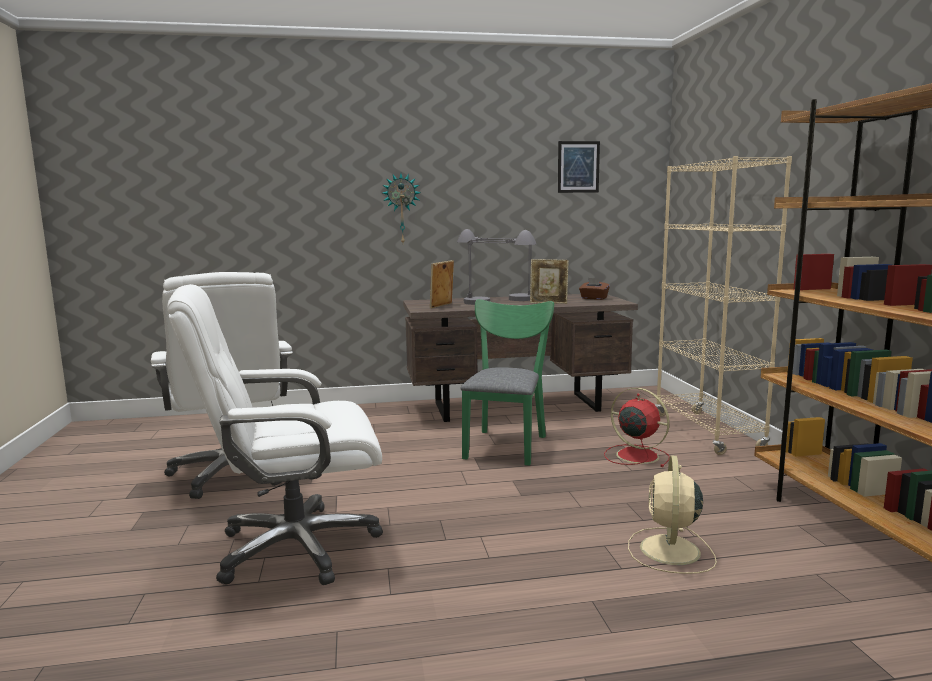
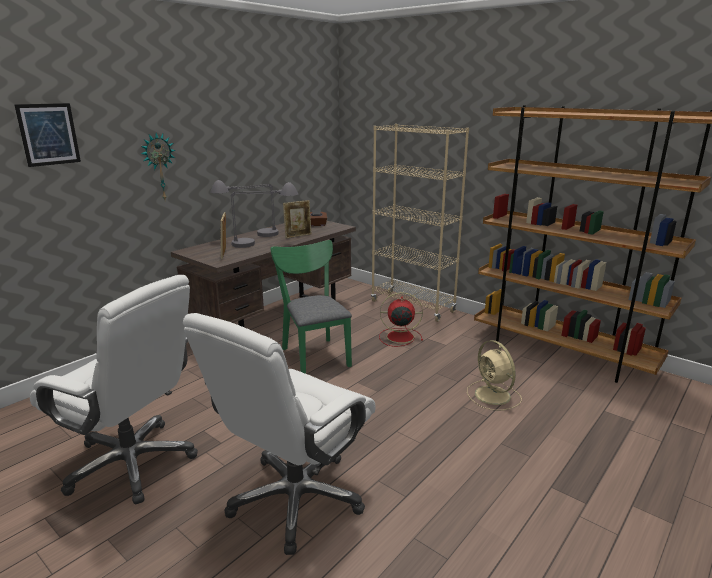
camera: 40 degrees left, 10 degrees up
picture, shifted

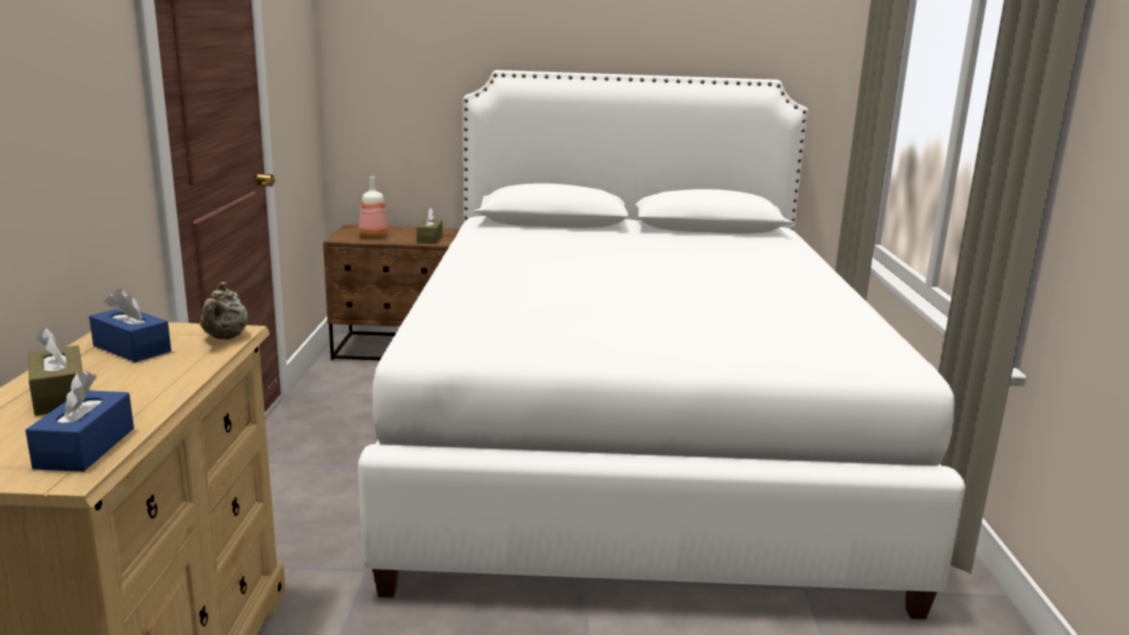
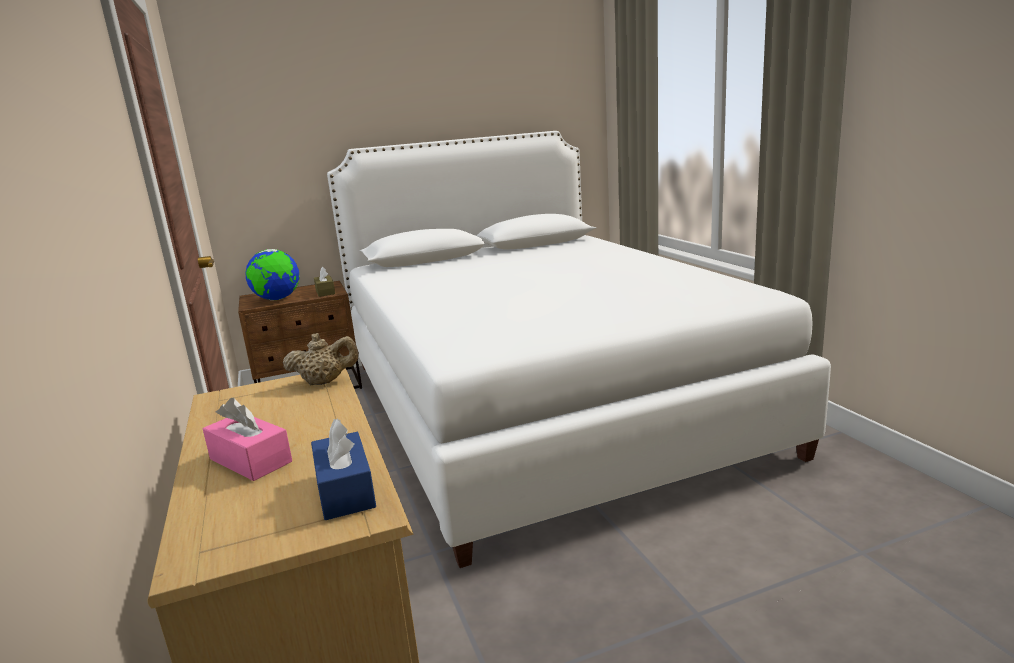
camera: 20 degrees left, 0 degrees up
tissue box (blue) (no. 2 from left) => nothing
bottle => globe
tissue box (brown) (no. 1 from left) => tissue box (pink)
teapot (beige), 75 degrees counterclockwise

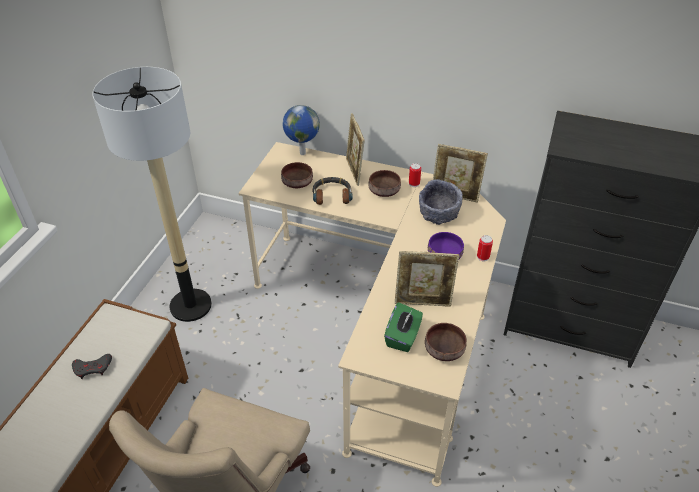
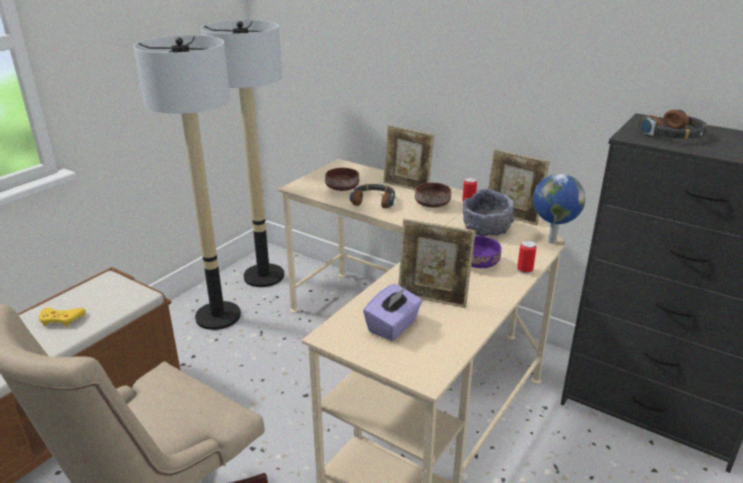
camera: 15 degrees right, 15 degrees down
bowl (brown) (no. 3 from left) => nothing
nothing => floor lamp (no. 2 from left)
nothing => headphones (no. 2 from left)
globe, shifted
game controller (grey) => game controller (yellow)
tissue box (green) => tissue box (purple)
picture frame (no. 1 from left), 60 degrees counterclockwise

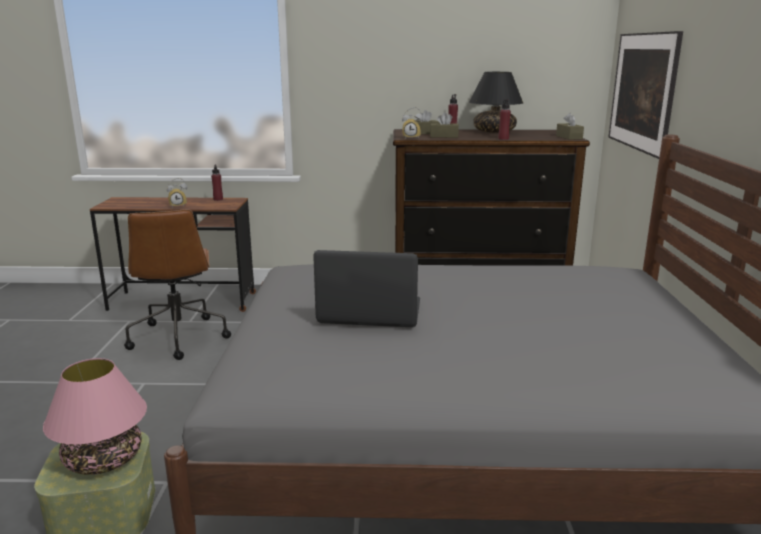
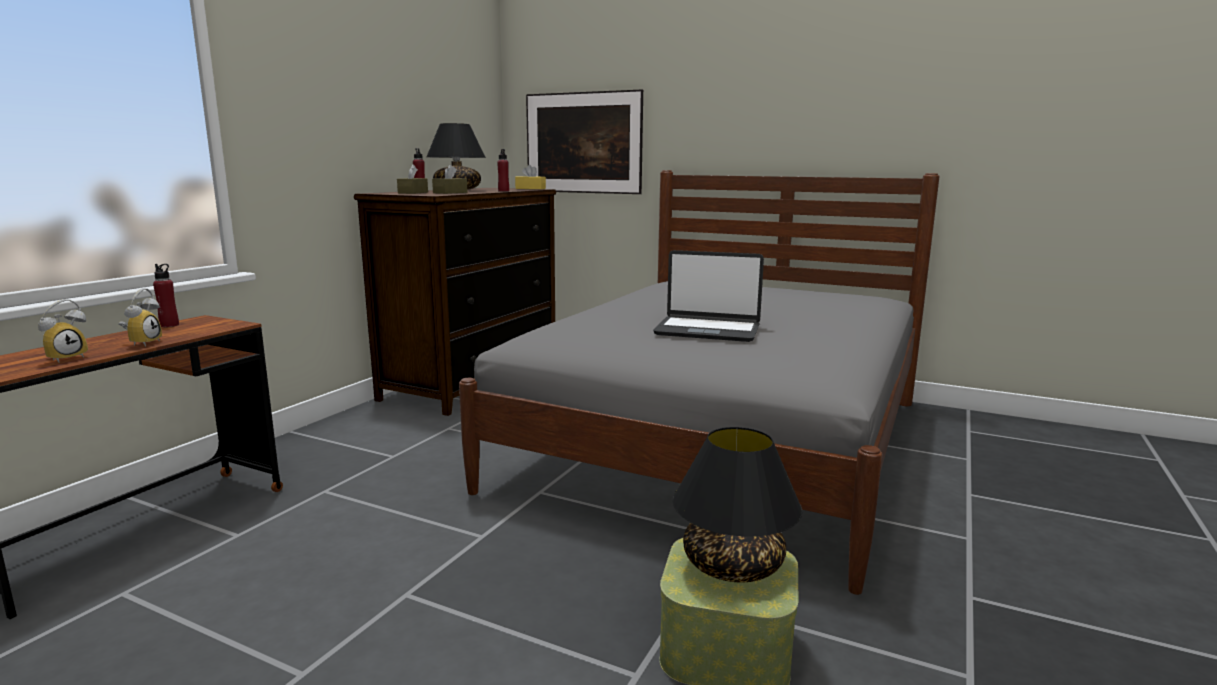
camera: 65 degrees left, 5 degrees down
office chair (brown) => nothing
alarm clock (no. 2 from left in the first image) => alarm clock (no. 1 from left), shifted
table lamp (pink) => table lamp (black) (no. 2 from left)
tissue box (brown) (no. 3 from left) => tissue box (yellow)
laptop, 105 degrees counterclockwise

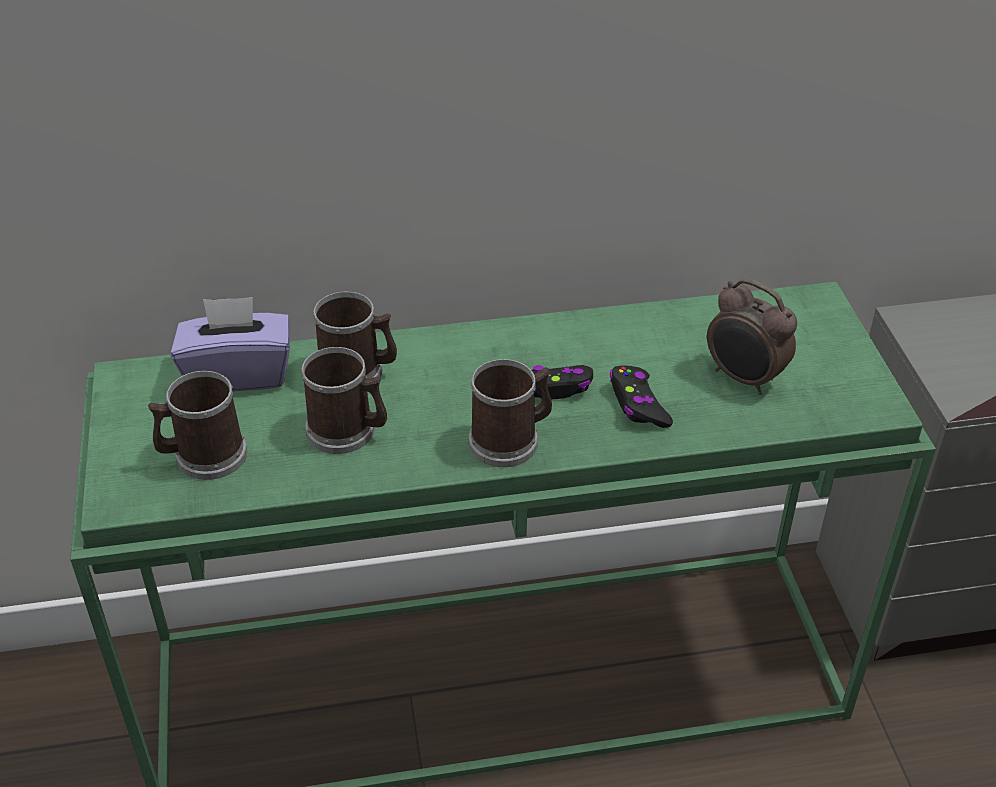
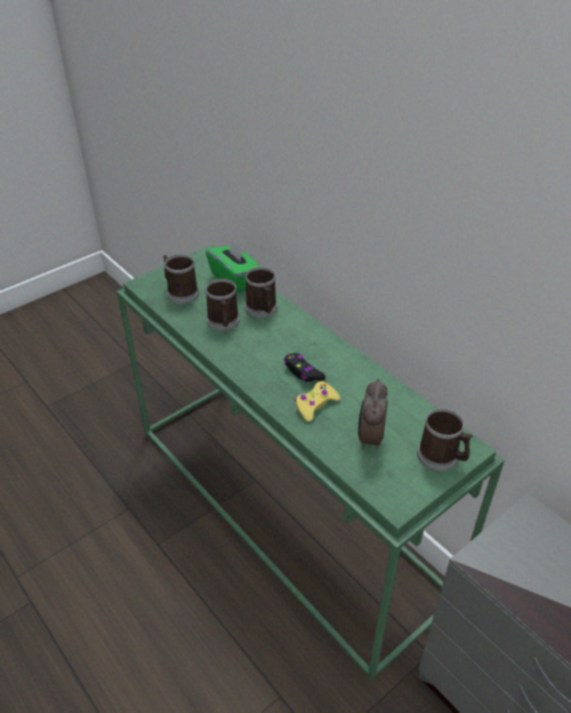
camera: 60 degrees right, 0 degrees up
mug (no. 4 from left), shifted
tissue box (purple) => tissue box (green)
game controller (black) (no. 2 from left) => game controller (yellow)

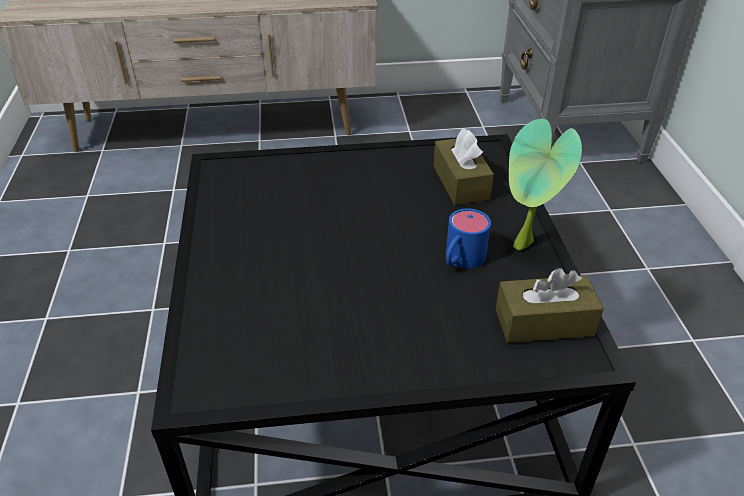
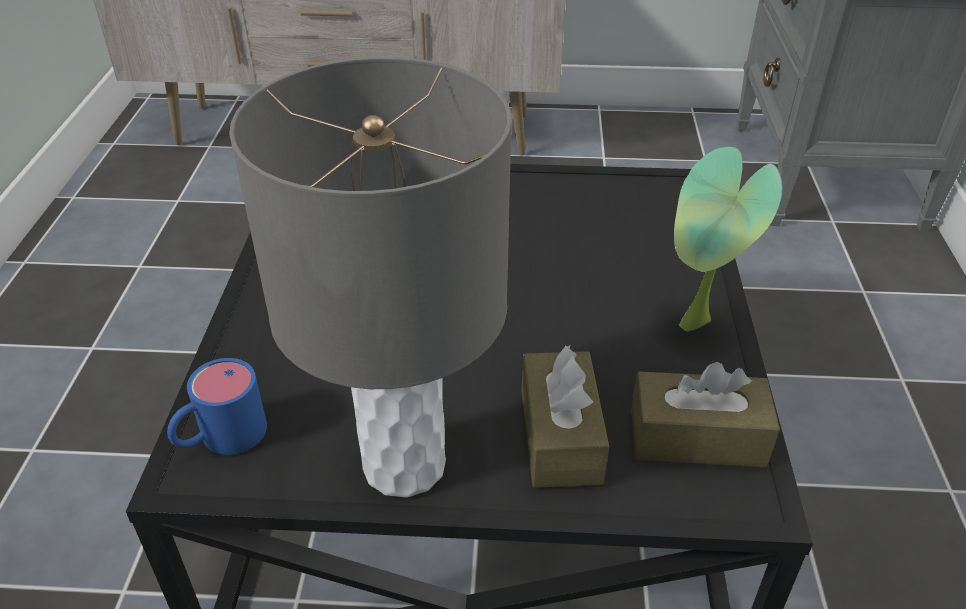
camera: 10 degrees right, 0 degrees up
nothing => table lamp (grey)
tissue box (brown) (no. 1 from left), shifted
mug (blue), shifted

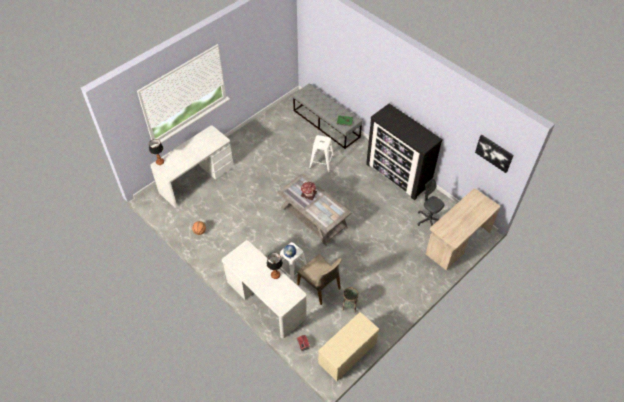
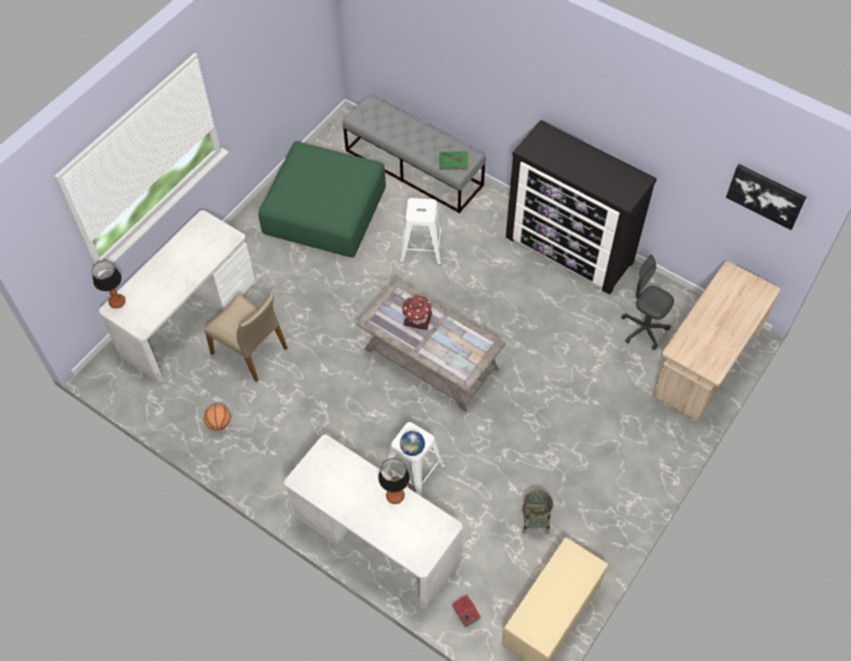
camera: 10 degrees left, 5 degrees up
nothing => ottoman (green)
chair (beige), shifted

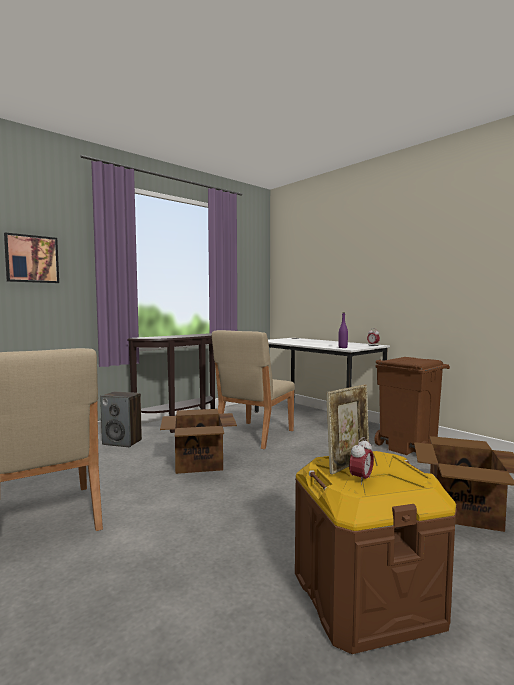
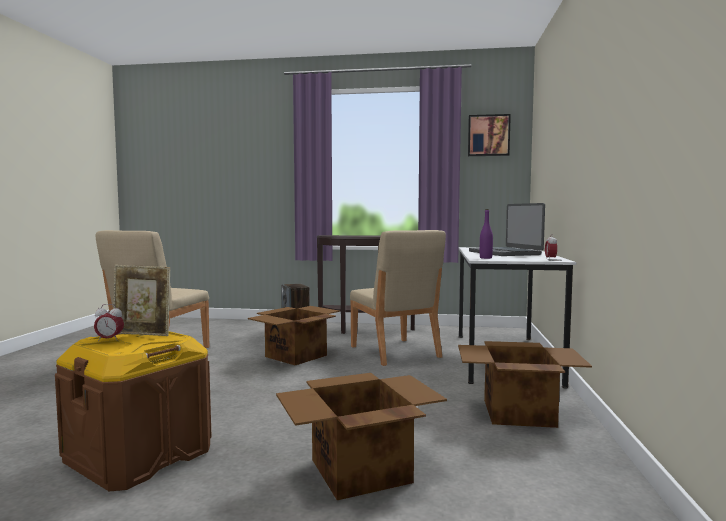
camera: 50 degrees right, 0 degrees up
nothing => laptop
picture, shifted
trash can (brown) => cardboard box (no. 3 from left)
chair (beige) (no. 2 from left), 105 degrees counterclockwise

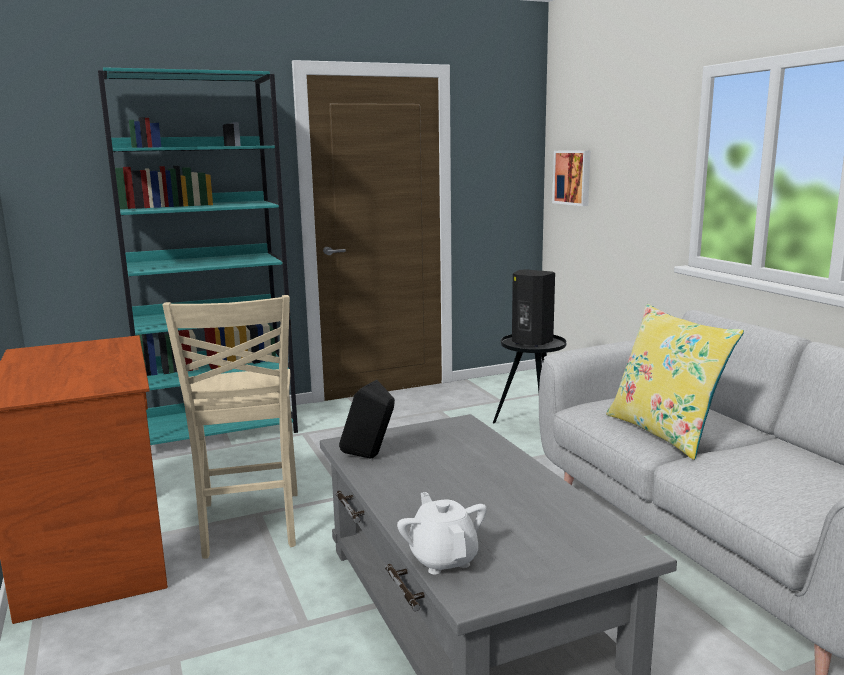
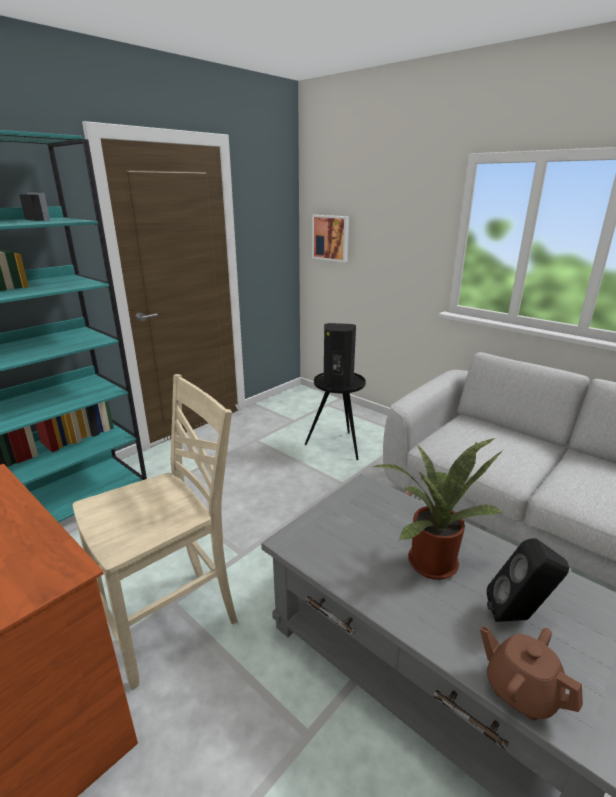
camera: 25 degrees left, 10 degrees up
pillow (yellow) => nothing
nothing => potted plant
speaker (black) (no. 1 from left in the first image) => speaker (black) (no. 2 from left), shifted
teapot (white) => teapot (brown)
chair (beige), 90 degrees counterclockwise

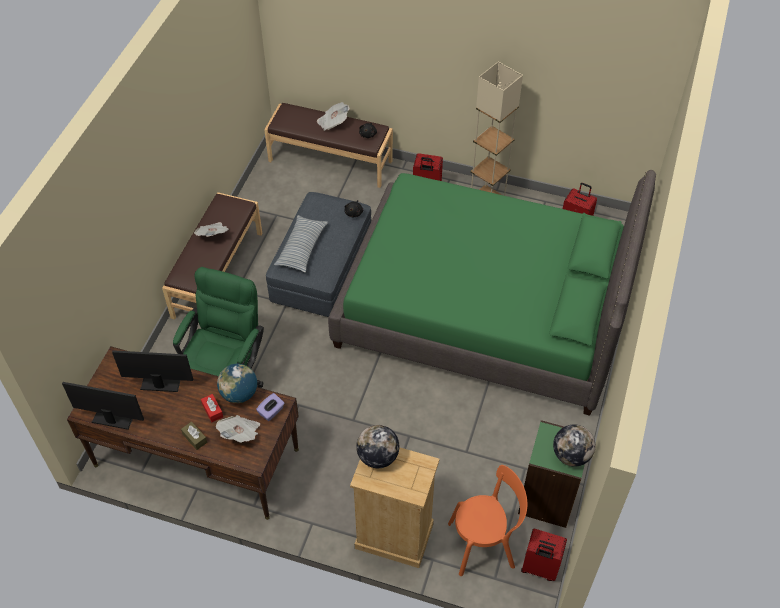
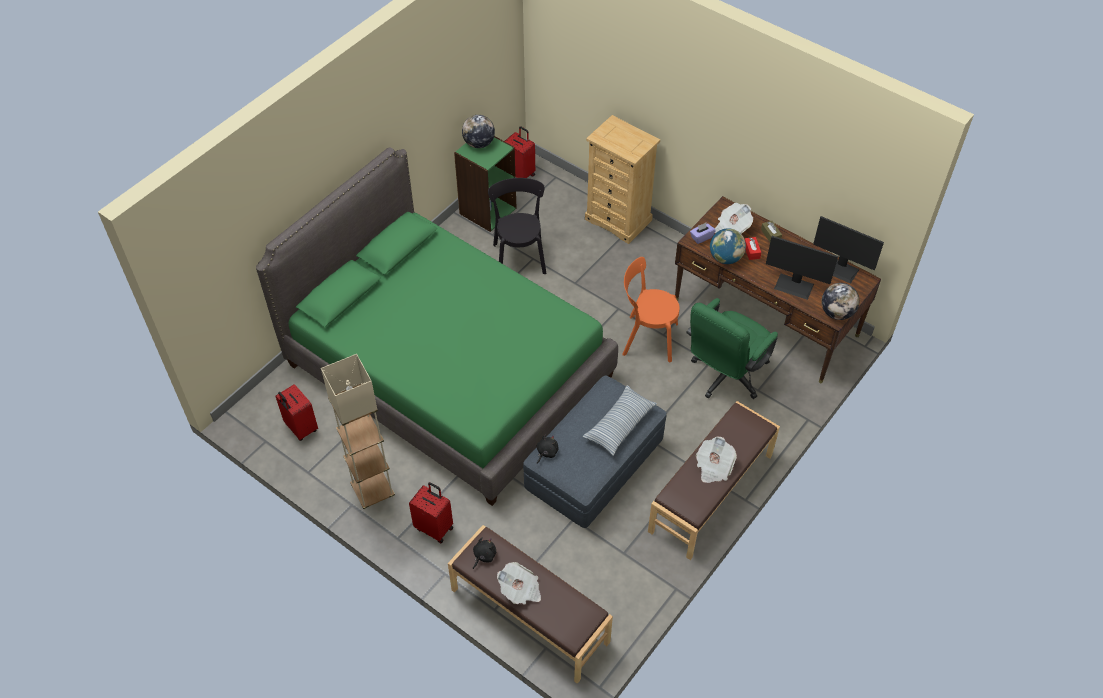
camera: 160 degrees left, 0 degrees up
nothing => chair (black)
globe (no. 2 from left in the first image) => globe (no. 3 from left), shifted
chair (orange), shifted

